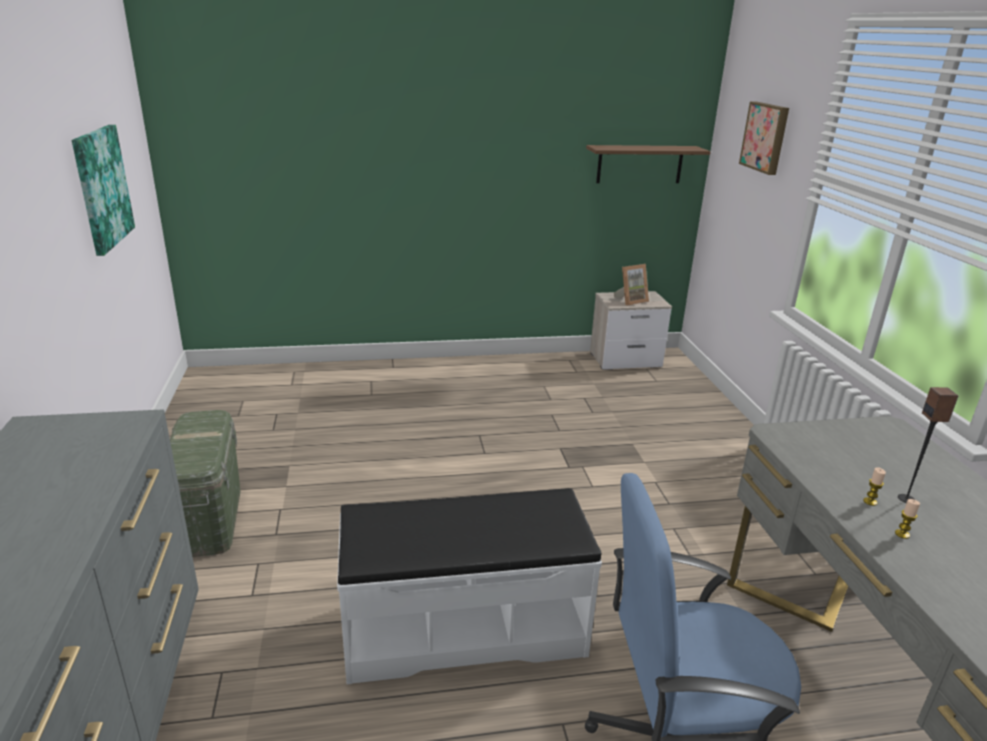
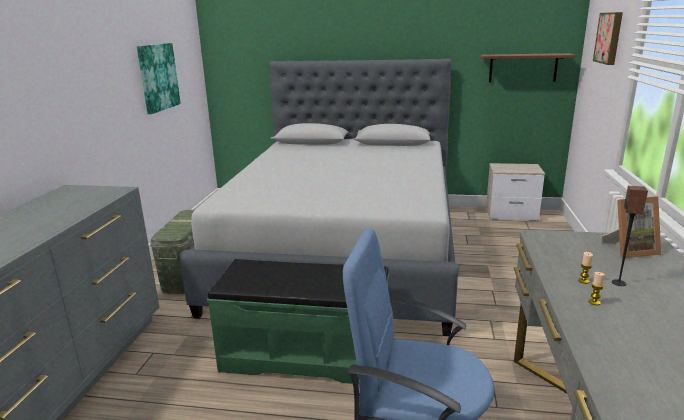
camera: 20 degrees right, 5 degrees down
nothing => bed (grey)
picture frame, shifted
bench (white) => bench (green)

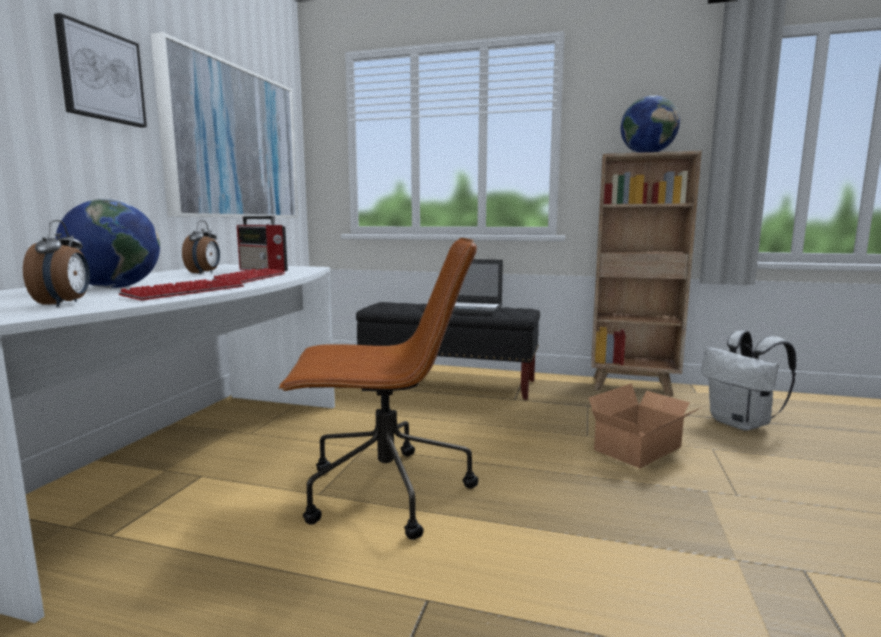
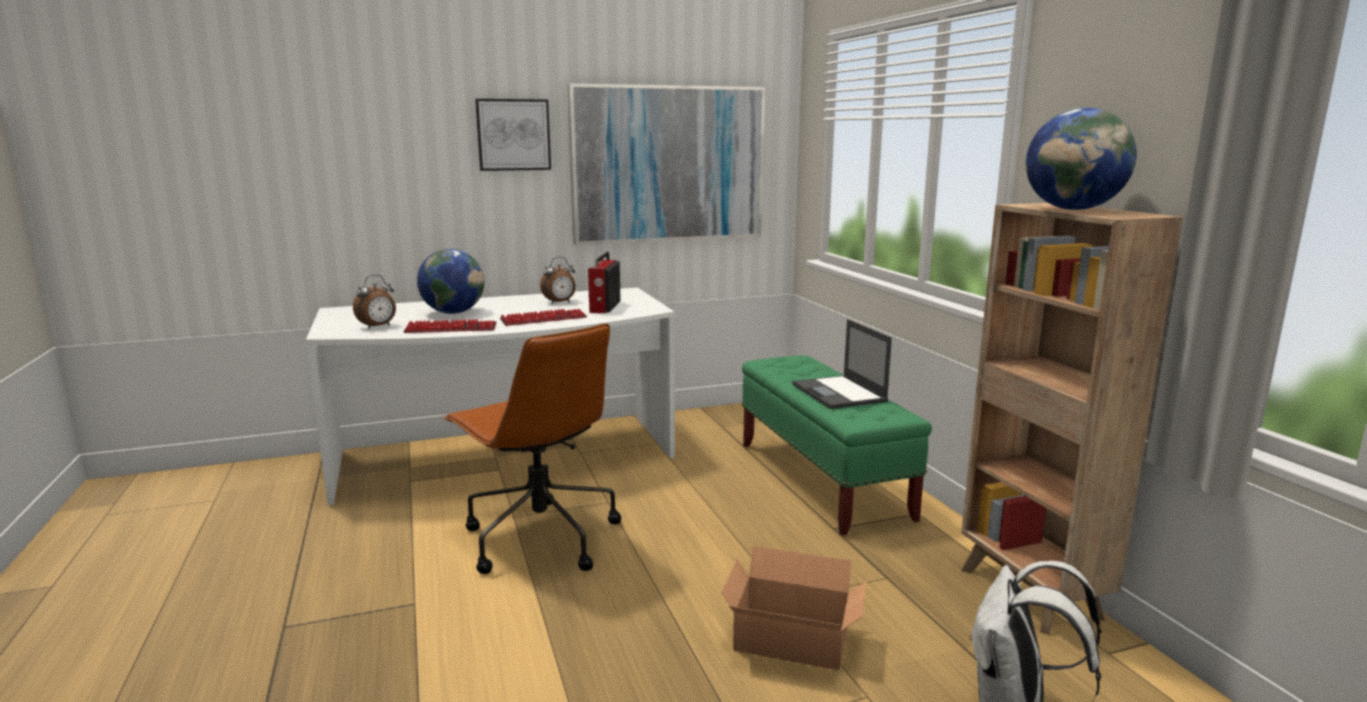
camera: 55 degrees right, 5 degrees up
bench (black) => bench (green)

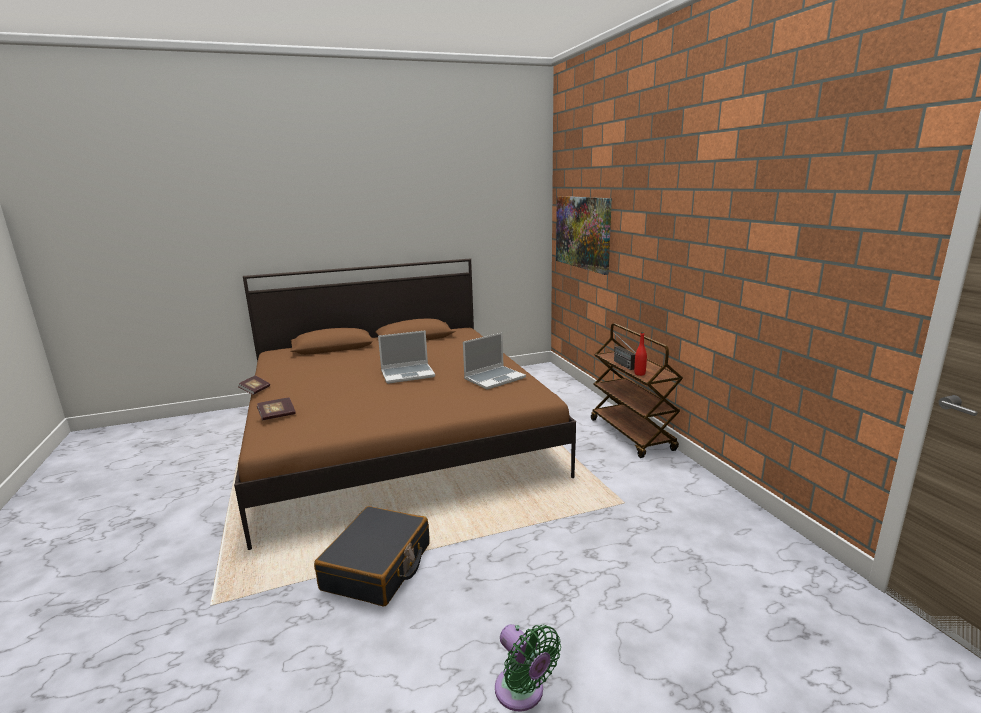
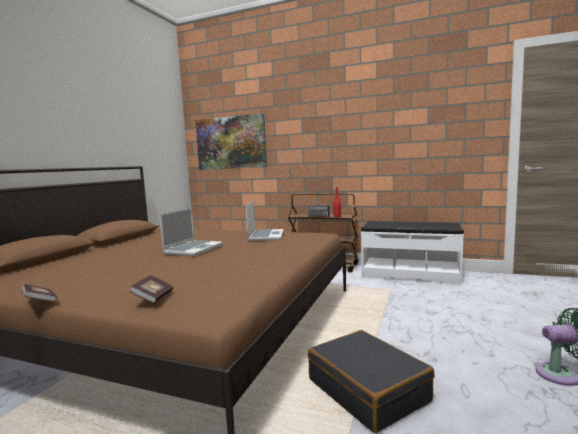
camera: 50 degrees left, 10 degrees down
nothing => bench (white)

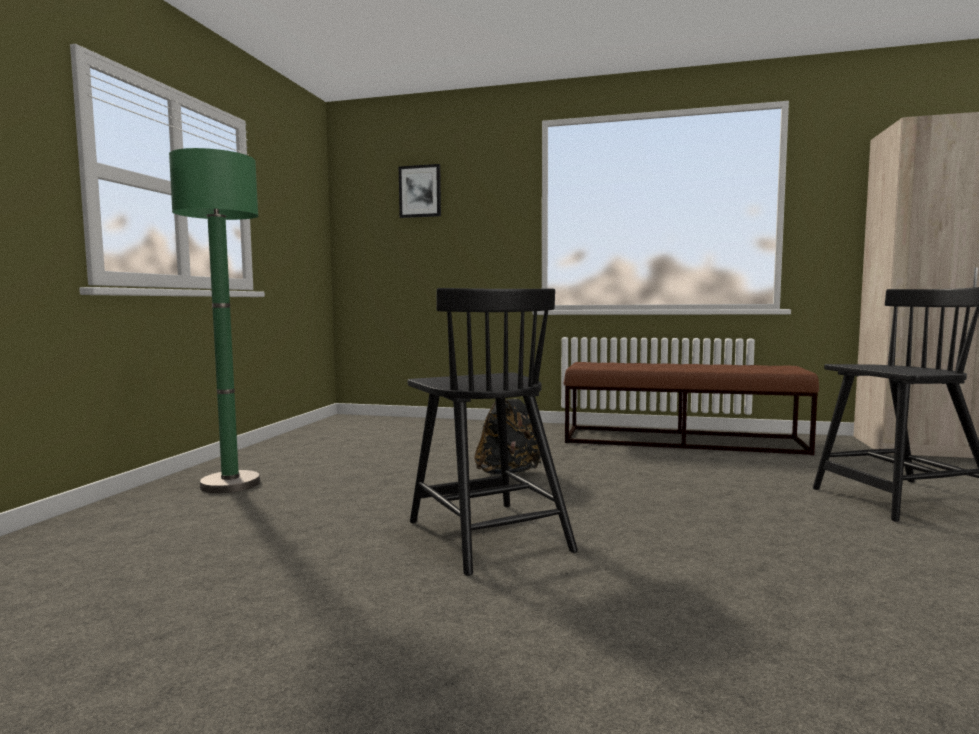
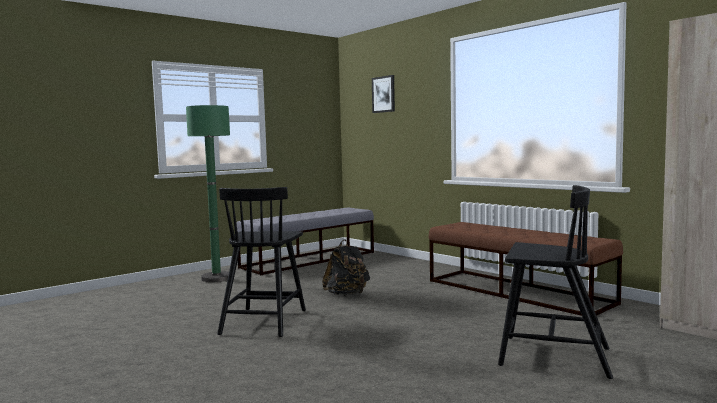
camera: 35 degrees right, 0 degrees up
nothing => bench (grey)

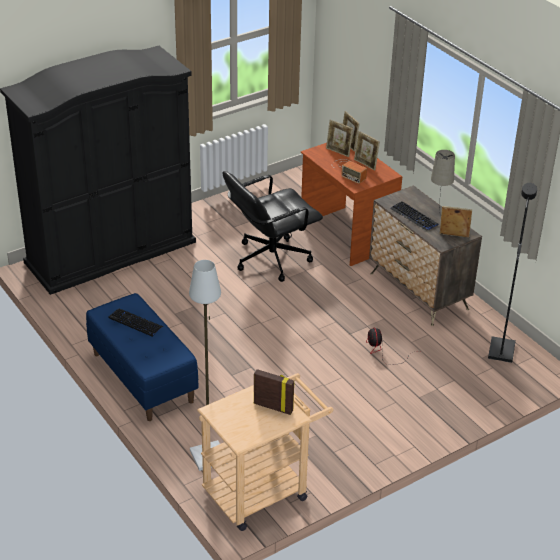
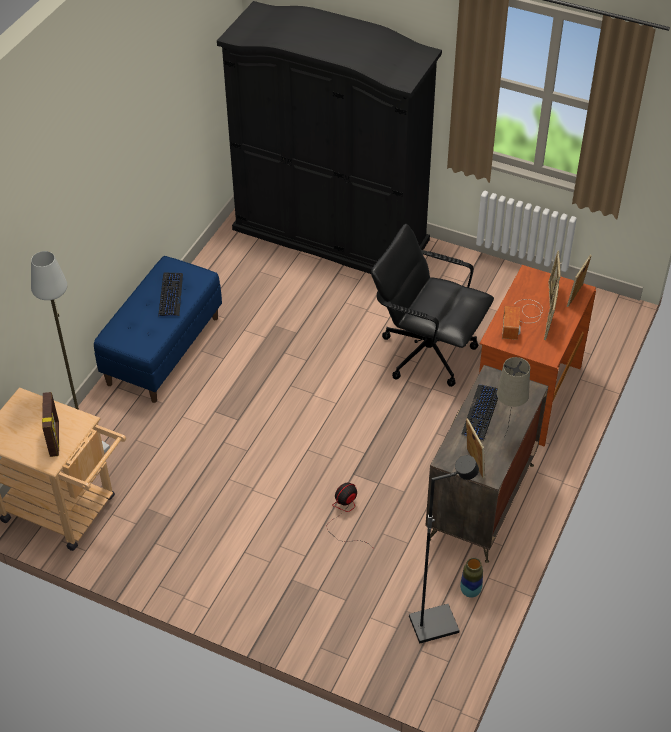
camera: 60 degrees right, 10 degrees up
nothing => vase

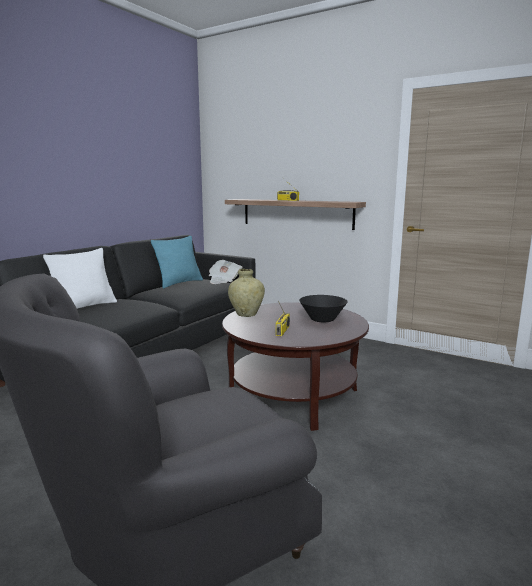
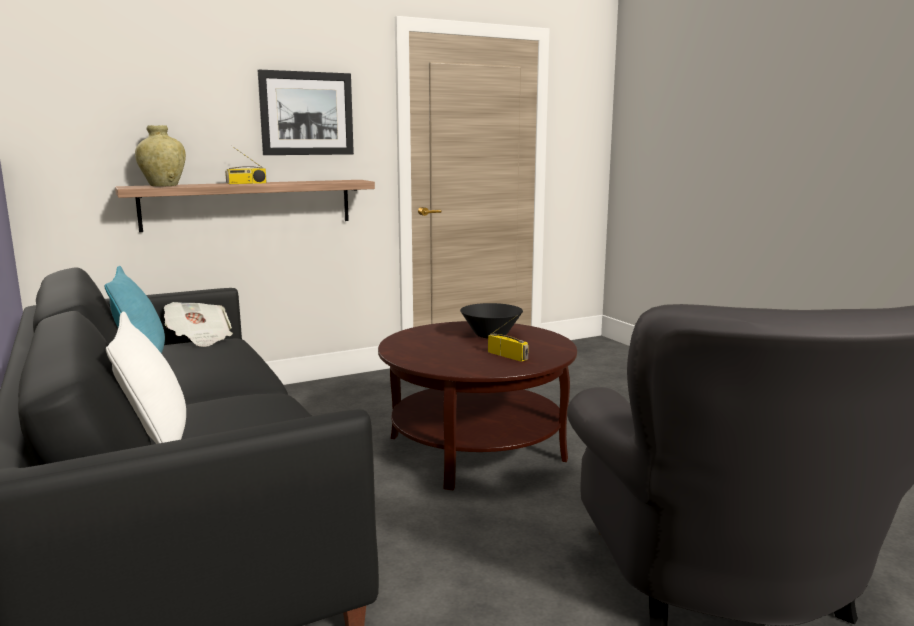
camera: 60 degrees left, 0 degrees up
nothing => picture
vase (beige), shifted

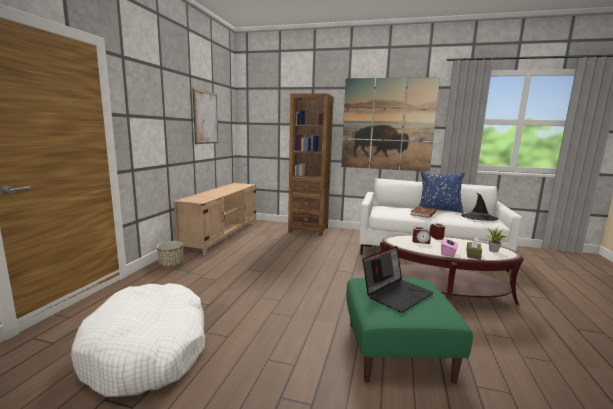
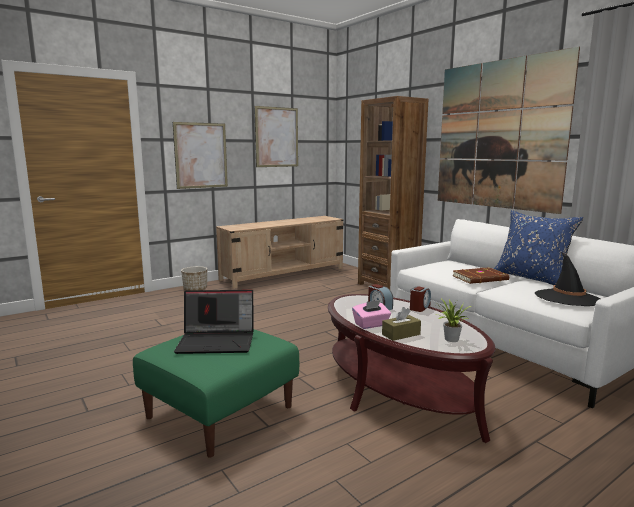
camera: 40 degrees right, 0 degrees up
dog bed (white) => nothing
nothing => picture (no. 1 from left)

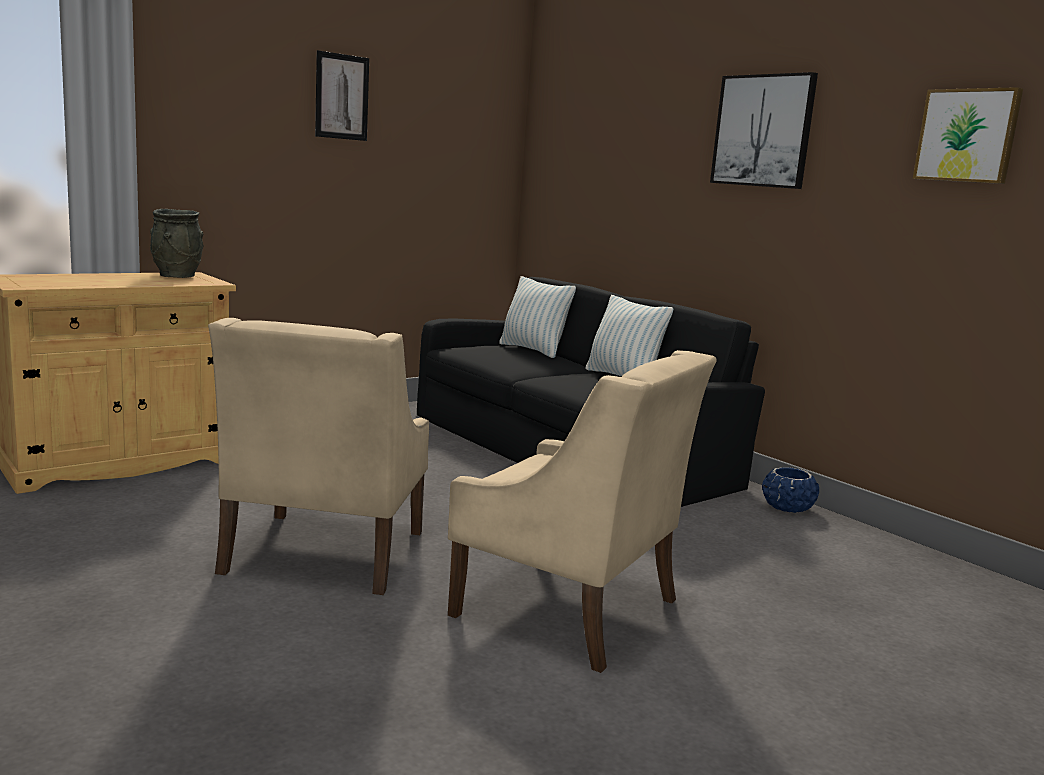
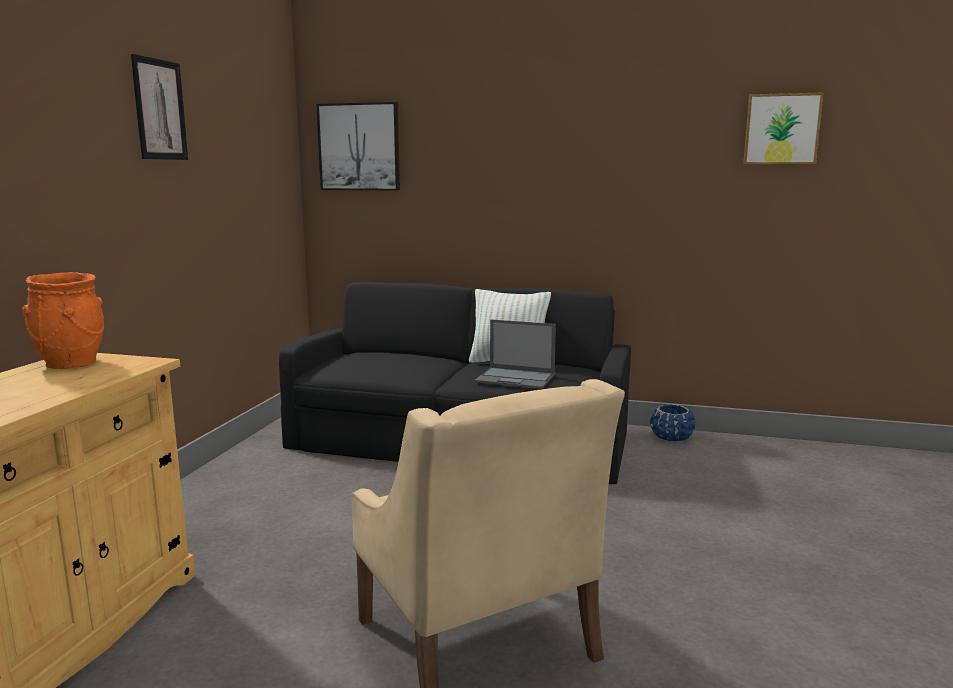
camera: 35 degrees left, 0 degrees up
armchair (beige) (no. 2 from left) => nothing
pillow (no. 1 from left) => nothing
nothing => laptop
picture (no. 2 from left), shifted
vase (grey) => vase (orange)

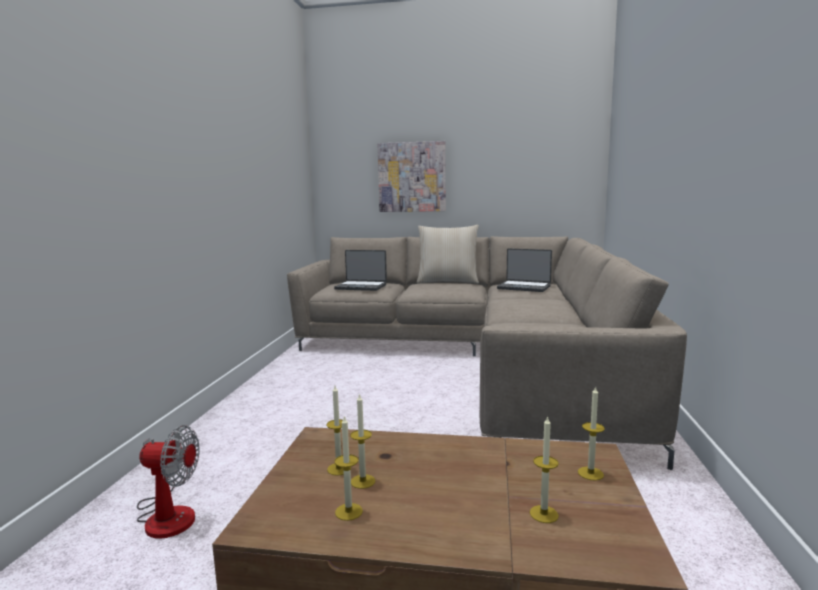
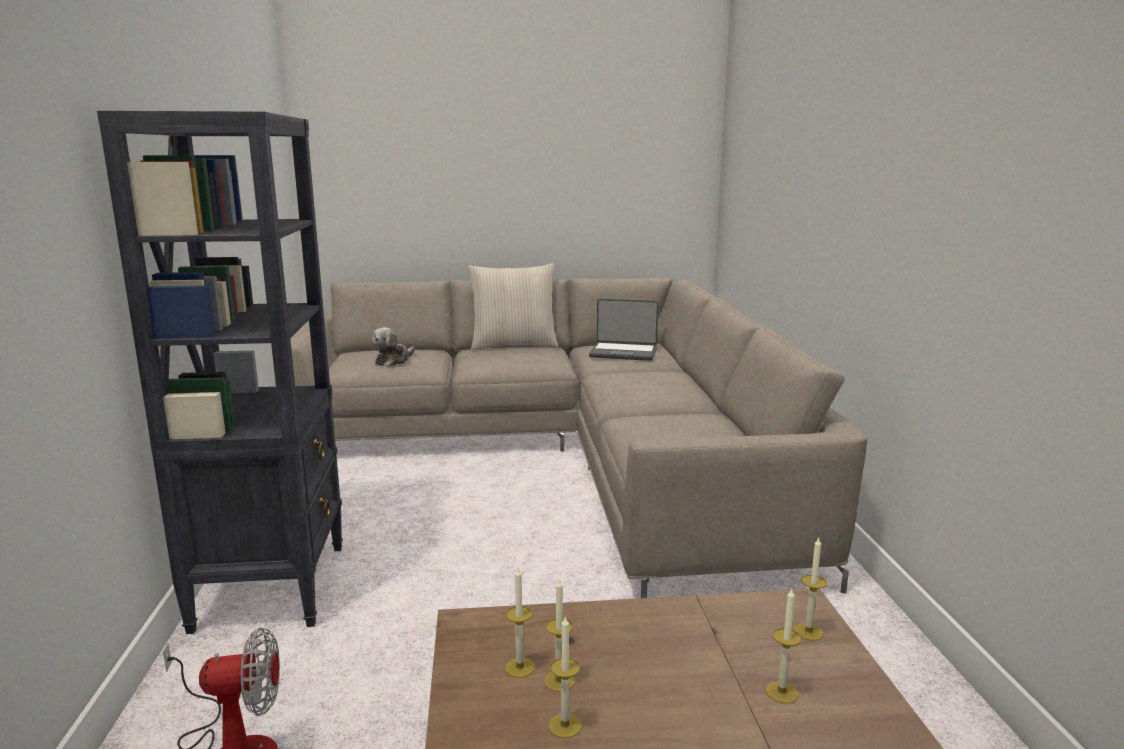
camera: 15 degrees left, 5 degrees up
picture => nothing
nothing => bookcase (black)
laptop (no. 1 from left) => plush toy

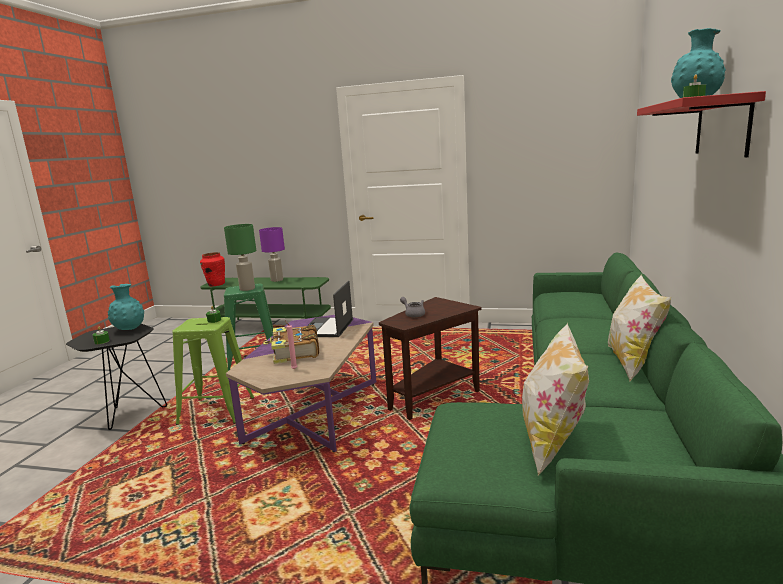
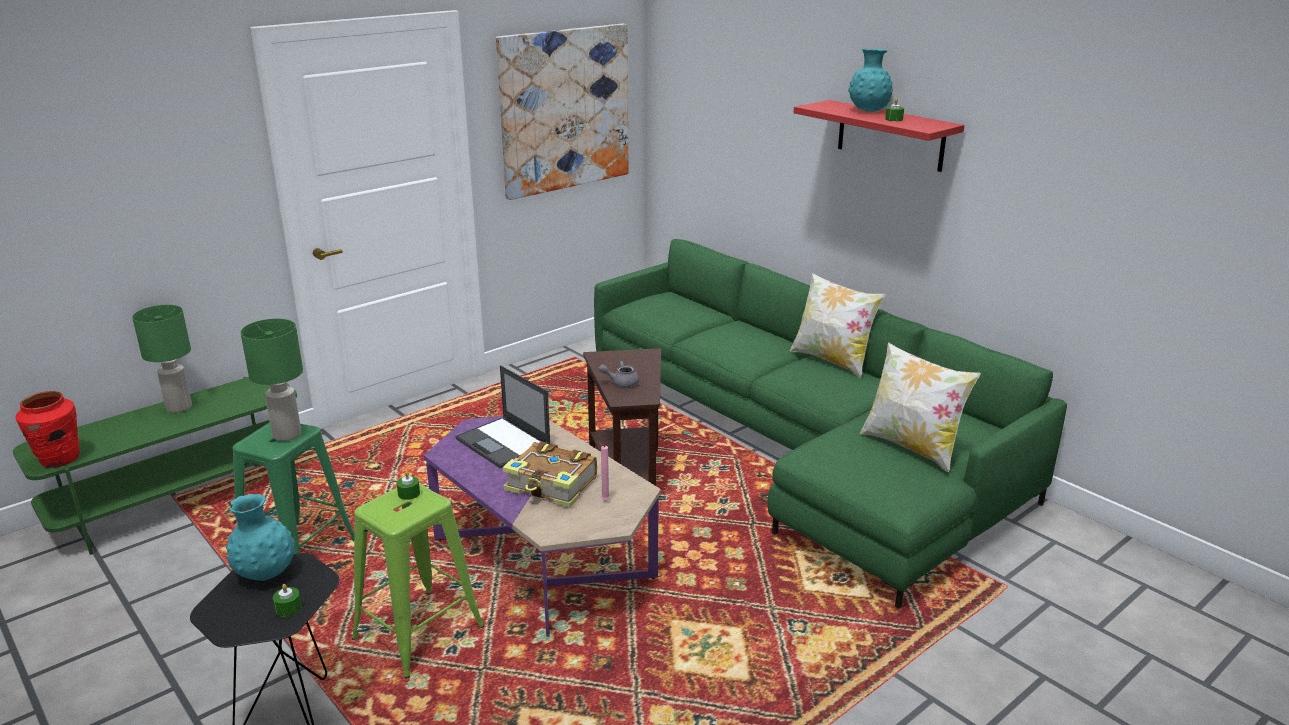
camera: 55 degrees left, 10 degrees up
nothing => picture
table lamp (purple) => table lamp (green) (no. 1 from left)

